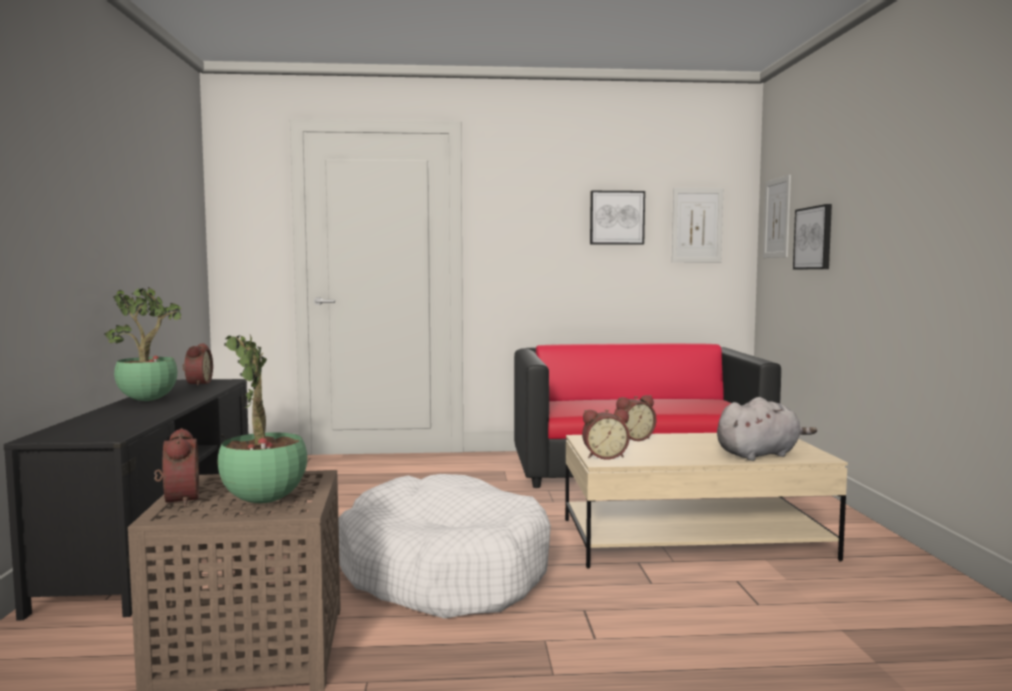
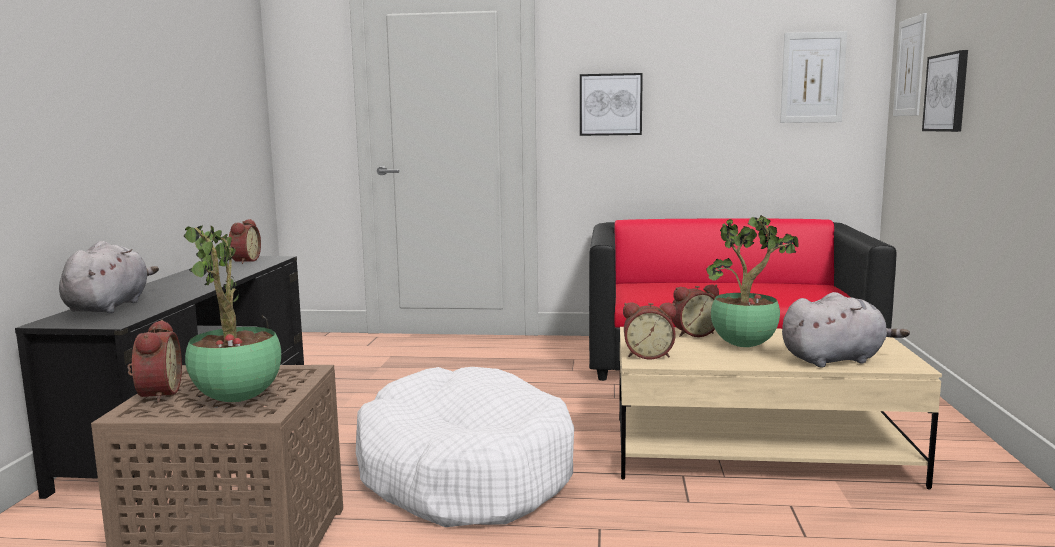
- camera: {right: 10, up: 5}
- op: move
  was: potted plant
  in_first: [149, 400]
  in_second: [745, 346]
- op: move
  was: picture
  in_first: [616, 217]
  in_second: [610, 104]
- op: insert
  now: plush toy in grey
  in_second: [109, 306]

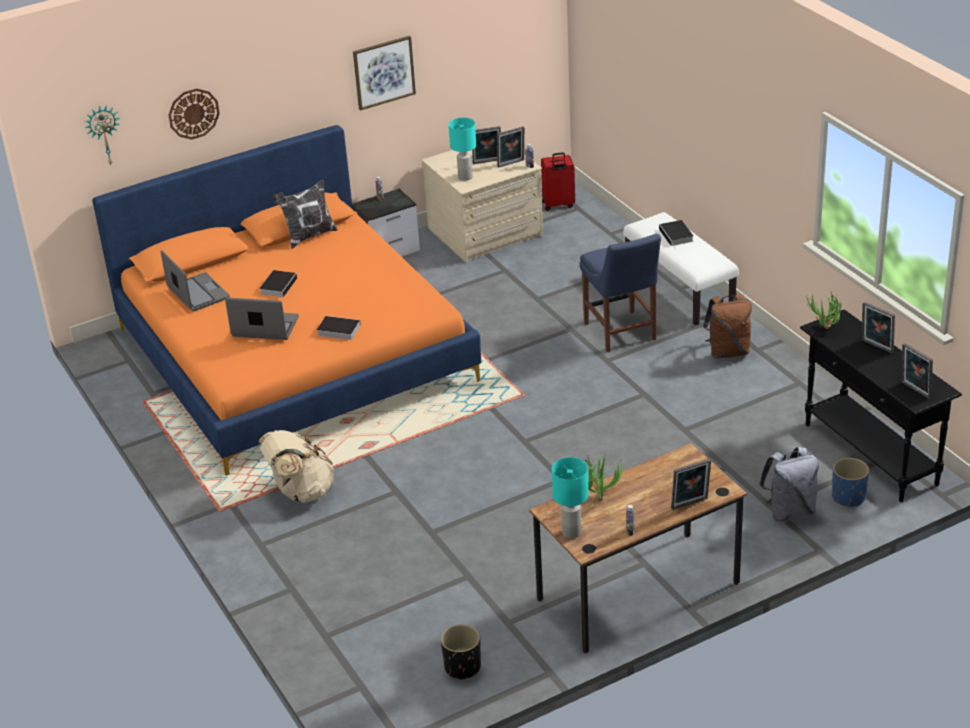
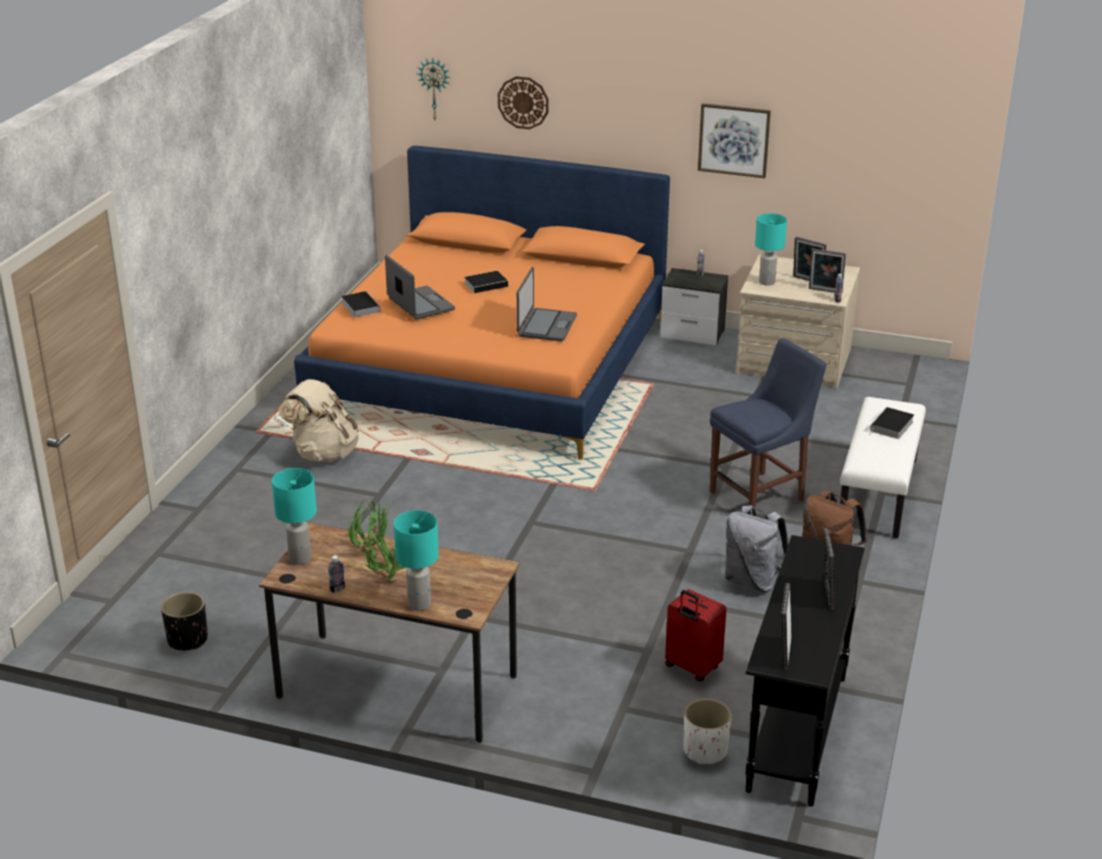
- camera: {right: 45, up: -5}
- op: move
  was: laptop
  in_first: [197, 294]
  in_second: [546, 326]
- op: delete
  was: pillow
  in_first: [308, 236]
- op: move
  was: book
  in_first: [337, 330]
  in_second: [359, 306]
- op: move
  was: suitcase in red
  in_first: [558, 205]
  in_second: [691, 668]
- op: rotate
  was: chair in blue
  in_first: [621, 333]
  in_second: [760, 495]
  clockwise: -150
- op: replace
  was: picture frame
  now: table lamp in turquoise
  in_first: [690, 504]
  in_second: [420, 604]
- op: move
  was: backpack in grey
  in_first: [789, 511]
  in_second: [752, 581]
- op: move
  was: potted plant
  in_first: [824, 330]
  in_second: [385, 582]
- op: recolor
  was: planter in blue
  now: planter in white
  in_first: [848, 497]
  in_second: [705, 751]

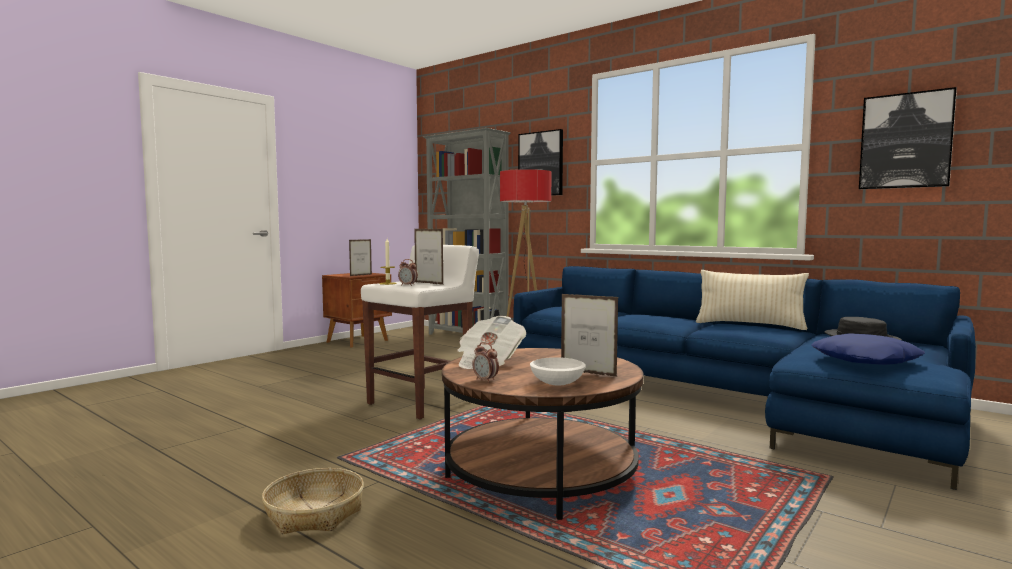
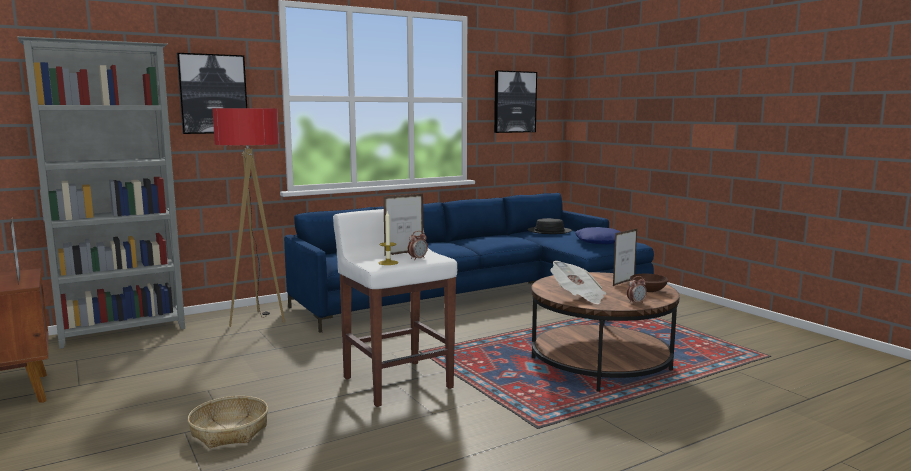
- camera: {right: -70, up: 5}
- op: move
  was: basket
  in_first: [314, 513]
  in_second: [229, 431]
- op: recolor
  was: bowl in white
  now: bowl in brown
  in_first: [557, 383]
  in_second: [647, 290]
- op: delete
  was: pillow in beige
  in_first: [750, 325]

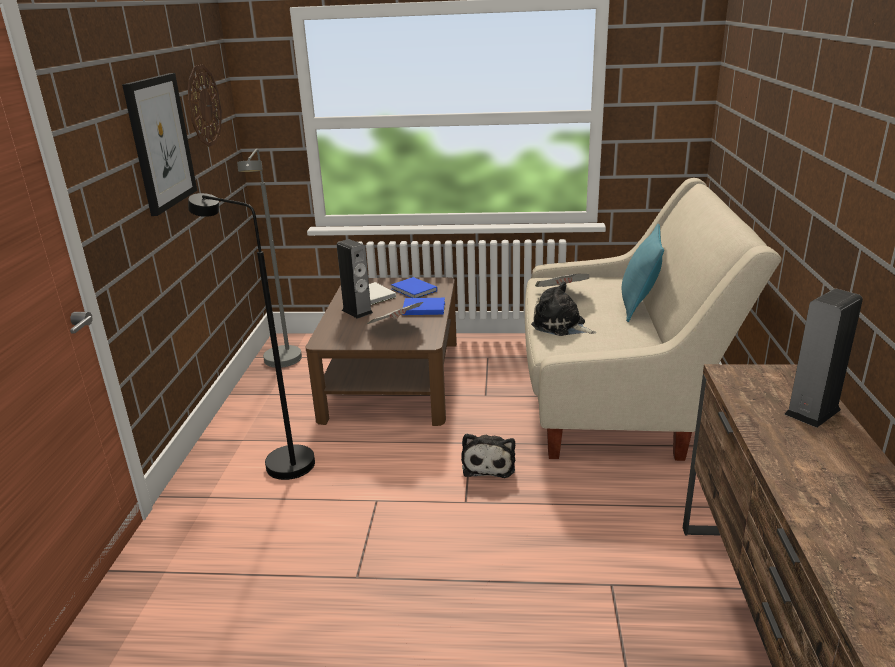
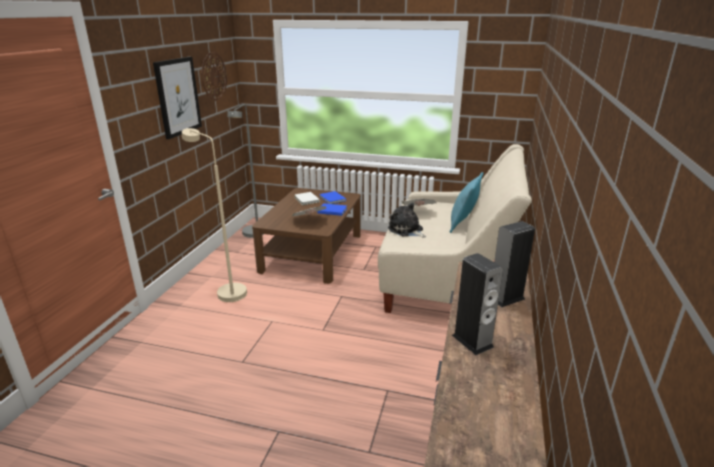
- camera: {right: 10, up: 0}
- op: recolor
  was: floor lamp in black
  now: floor lamp in beige
  in_first: [279, 461]
  in_second: [226, 291]
- op: move
  was: speaker
  in_first: [357, 311]
  in_second: [472, 341]
- op: delete
  was: plush toy
  in_first: [489, 464]

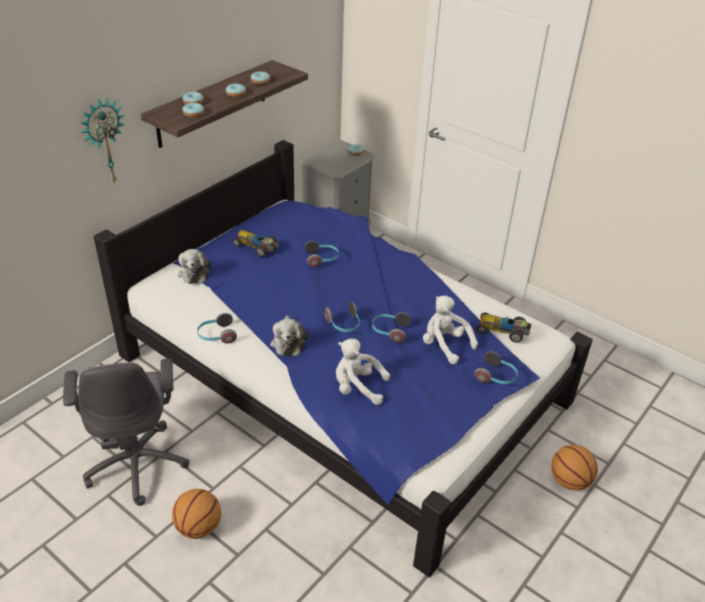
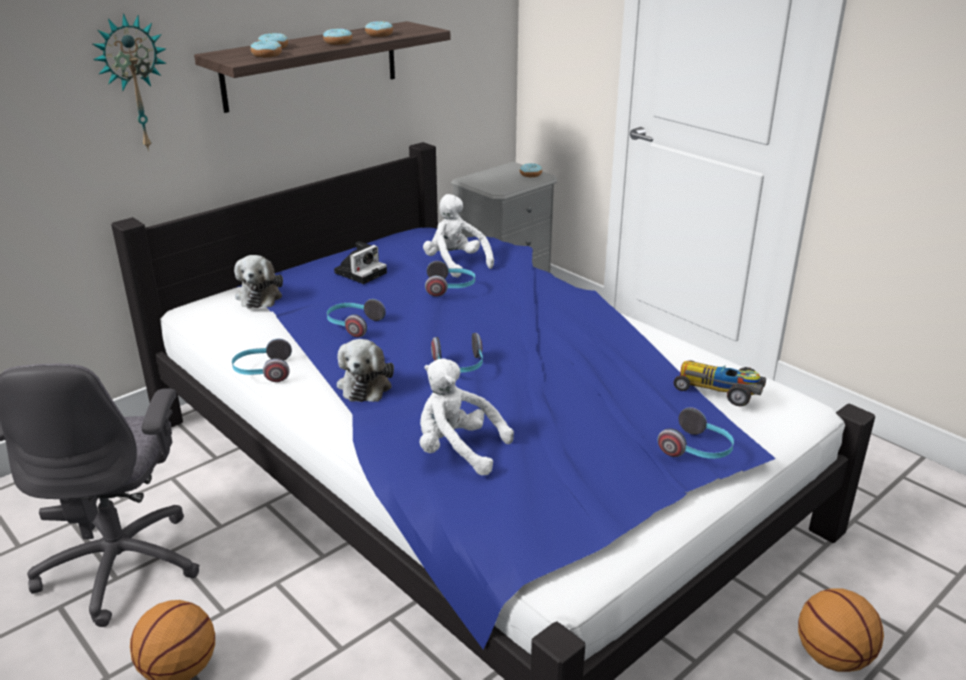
- camera: {right: 10, up: -10}
- op: replace
  was: toy car
  now: photo camera
  in_first: [257, 247]
  in_second: [361, 272]
- op: move
  was: headphones
  in_first: [389, 331]
  in_second: [353, 325]
- op: move
  was: plush toy in white
  in_first: [444, 345]
  in_second: [455, 264]

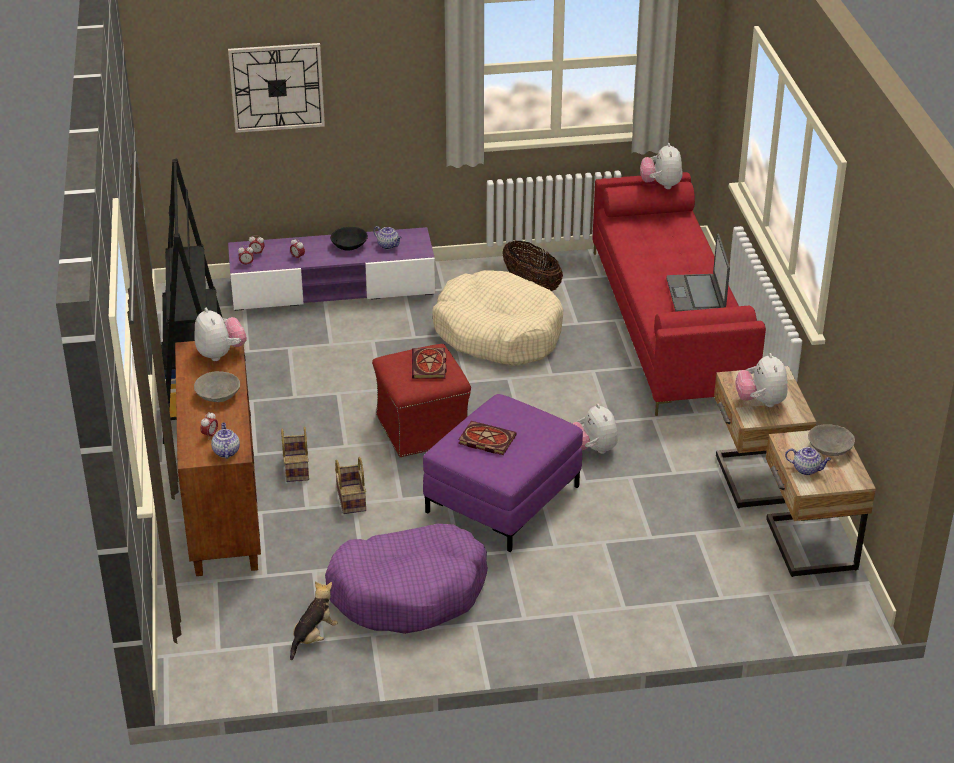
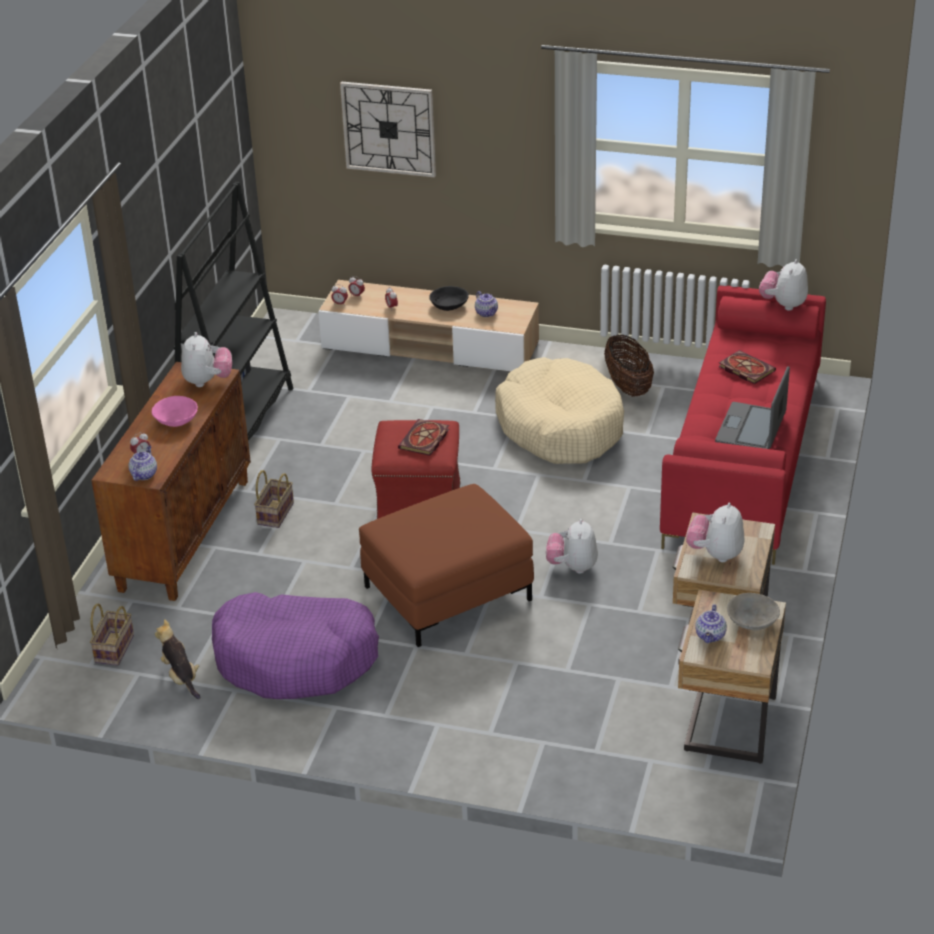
- camera: {right: 25, up: 0}
- op: recolor
  was: bowl in grey
  now: bowl in pink
  in_first: [217, 395]
  in_second: [176, 419]
- op: recolor
  was: tv stand in purple
  now: tv stand in beige
  in_first: [332, 287]
  in_second: [430, 346]
- op: rotate
  was: plush toy
  in_first: [314, 637]
  in_second: [181, 677]
  clockwise: -90
- op: move
  was: basket
  in_first: [350, 498]
  in_second: [114, 648]
- op: recolor
  was: ottoman in purple
  now: ottoman in brown
  in_first: [503, 500]
  in_second: [447, 594]
- op: move
  was: book
  in_first: [485, 440]
  in_second: [745, 369]
- op: rotate
  was: teapot
  in_first: [807, 469]
  in_second: [710, 636]
  clockwise: 60

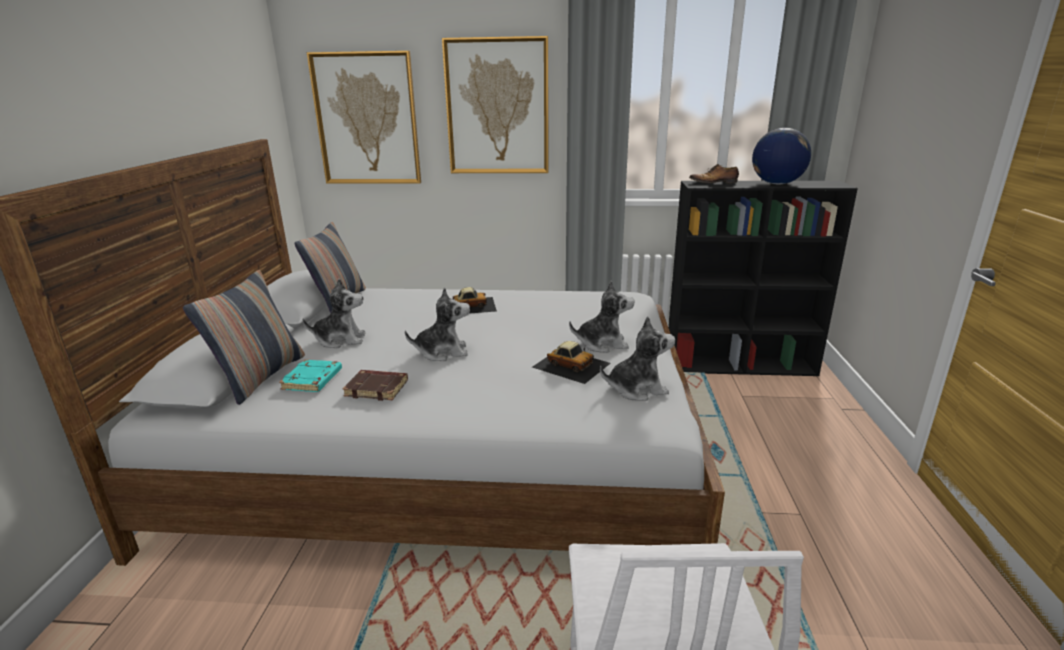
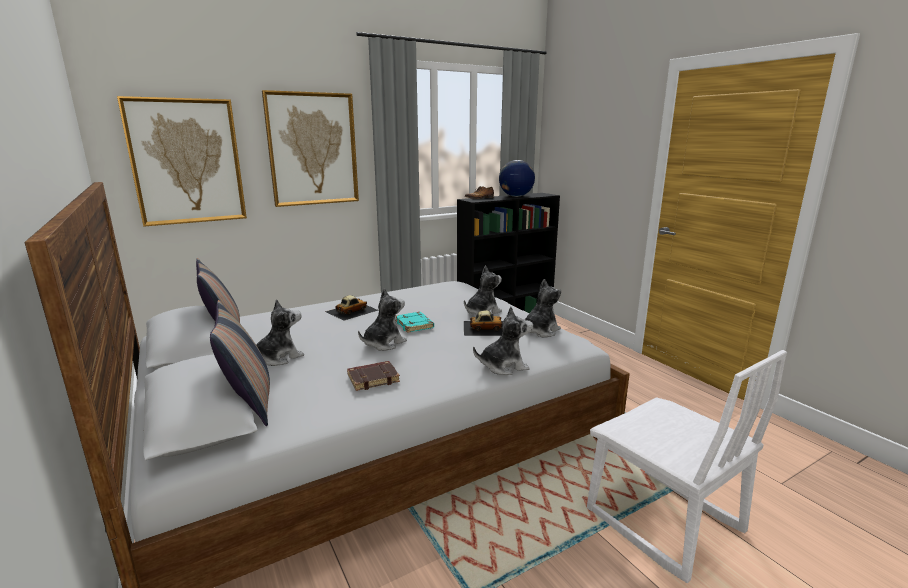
- camera: {right: -35, up: -5}
- op: move
  was: book in turquoise
  in_first: [313, 380]
  in_second: [415, 325]
- op: insert
  now: plush toy
  in_second: [503, 366]

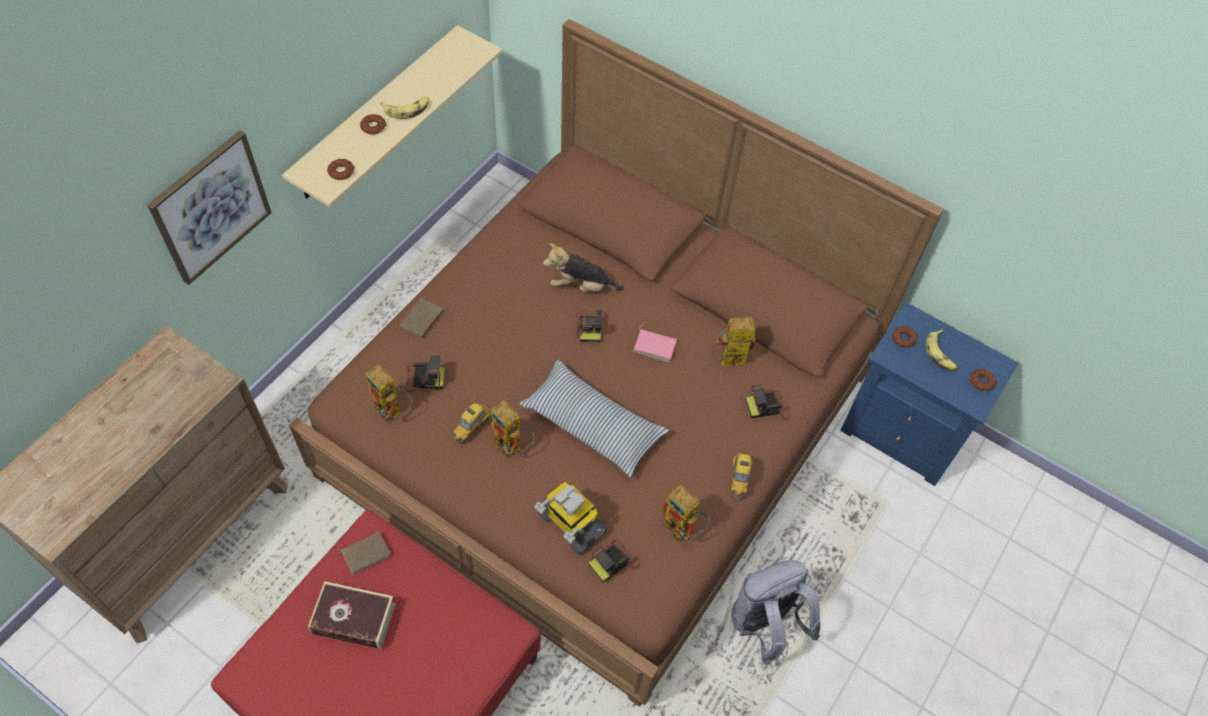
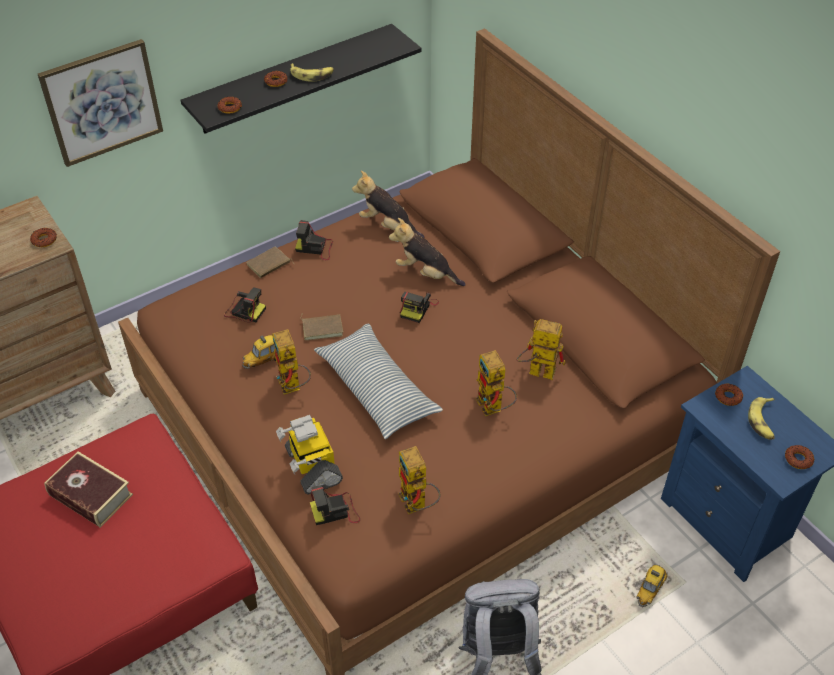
- camera: {right: 25, up: -10}
- op: recolor
  was: shelf in beige
  now: shelf in black
  in_first: [377, 113]
  in_second: [292, 79]
- op: move
  was: book in brown
  in_first: [365, 552]
  in_second: [322, 328]
- op: move
  was: toy robot
  in_first: [393, 412]
  in_second: [493, 408]
- op: delete
  was: book in pink
  in_first: [655, 345]
- op: move
  was: toy car
  in_first: [739, 478]
  in_second: [650, 589]
- op: move
  was: photo camera
  in_first: [767, 407]
  in_second: [315, 248]
- op: insert
  now: donut
  in_second: [44, 240]
- op: insert
  now: plush toy
  in_second: [387, 226]

